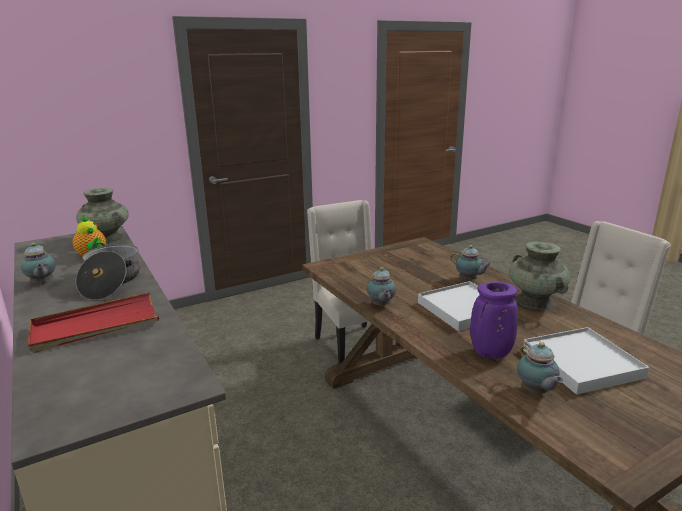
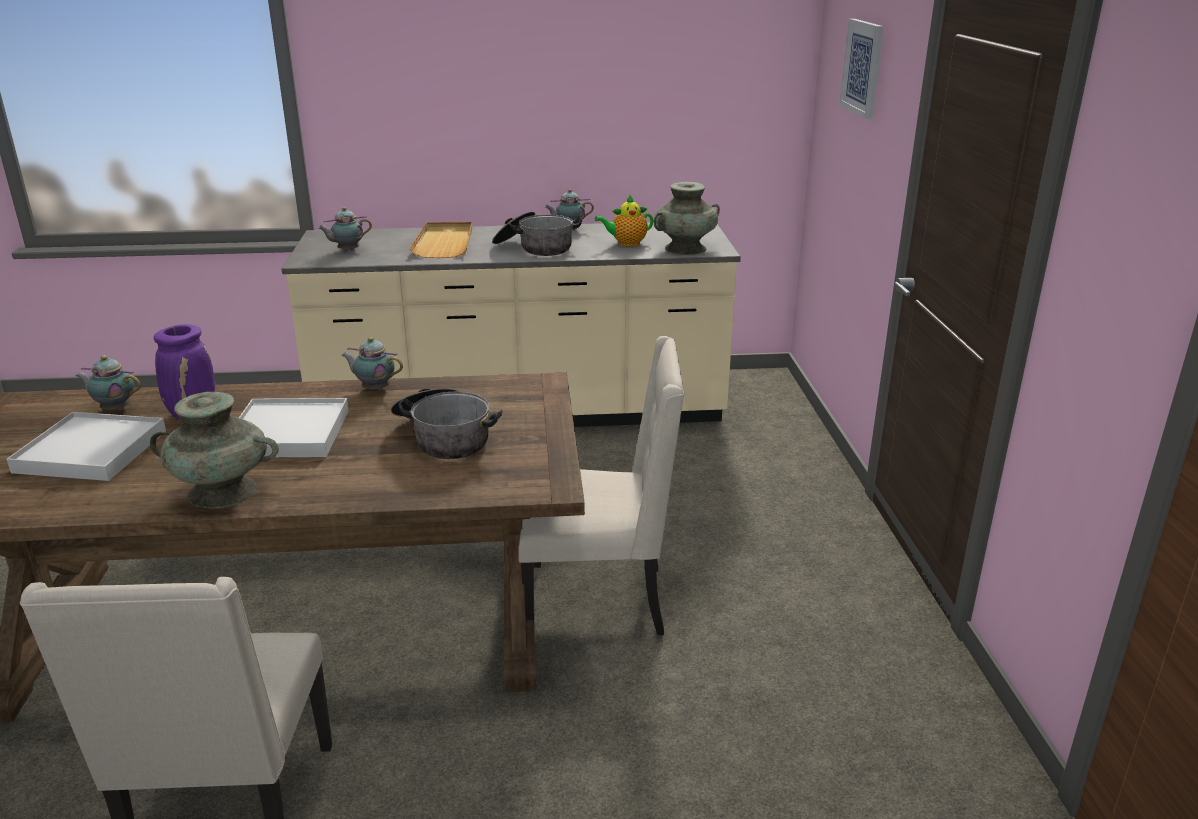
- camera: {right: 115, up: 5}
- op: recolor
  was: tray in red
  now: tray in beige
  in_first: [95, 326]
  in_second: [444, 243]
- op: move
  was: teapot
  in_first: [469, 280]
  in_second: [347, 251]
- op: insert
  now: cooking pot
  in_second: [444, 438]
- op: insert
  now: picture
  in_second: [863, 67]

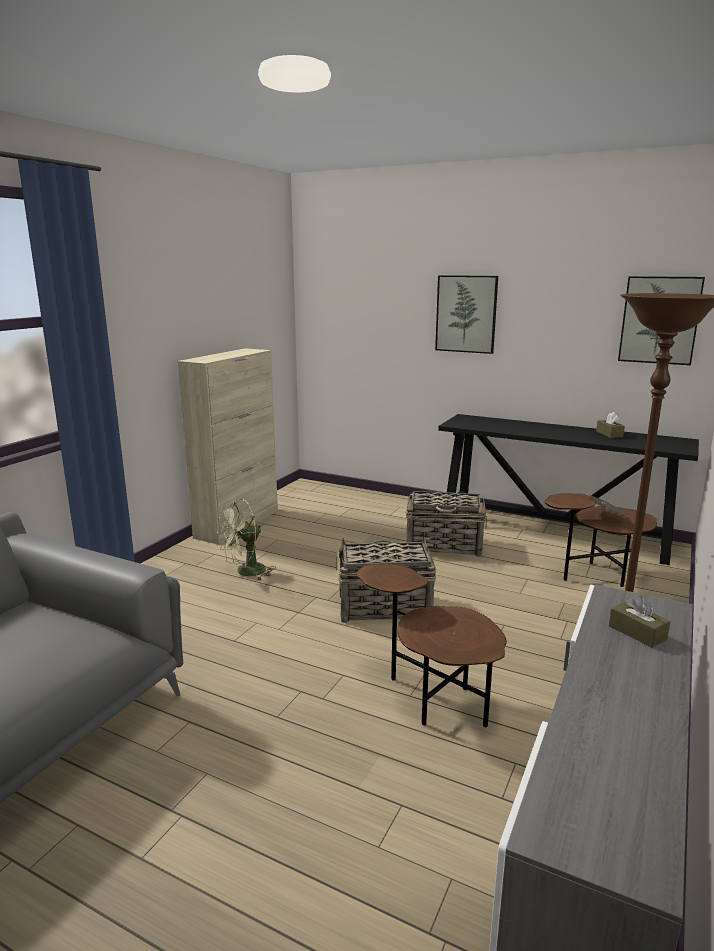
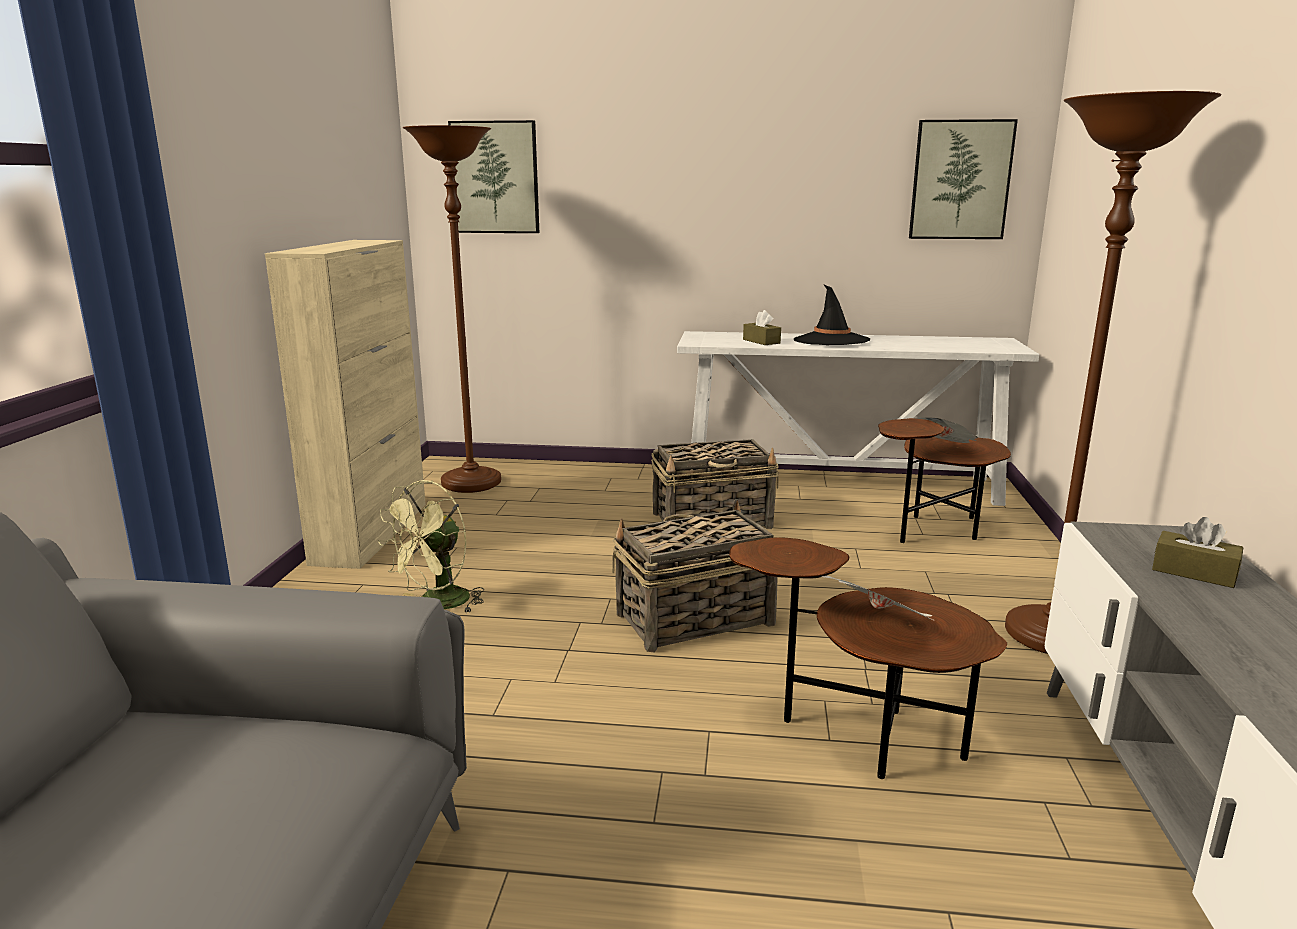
- camera: {right: -20, up: 0}
- op: move
  was: picture
  in_first: [466, 314]
  in_second: [495, 177]
- op: recolor
  was: console table in black
  now: console table in white
  in_first: [554, 532]
  in_second: [841, 485]
- op: move
  was: tissue box in brown
  in_first: [609, 434]
  in_second: [761, 341]
- op: insert
  now: floor lamp in brown
  in_second: [471, 483]
- op: insert
  now: hat in black
  in_second: [831, 341]
- op: insert
  now: newspaper
  in_second: [880, 626]

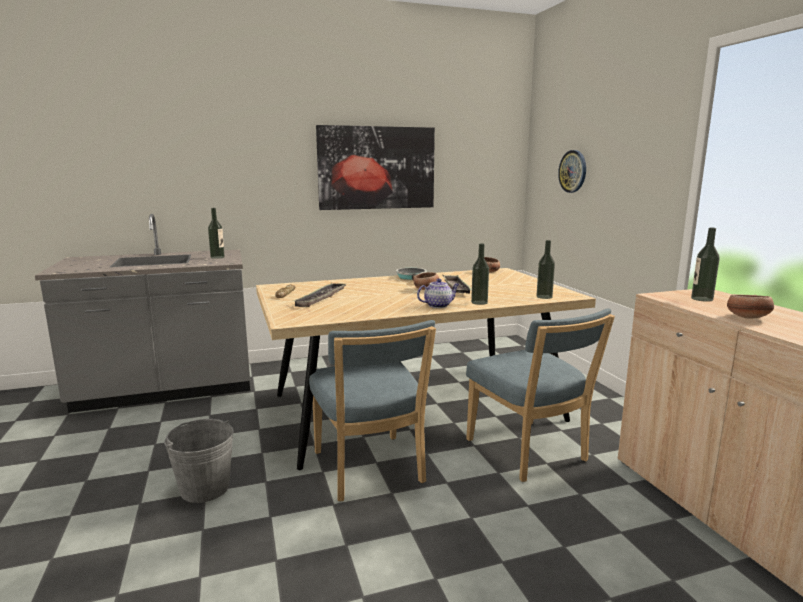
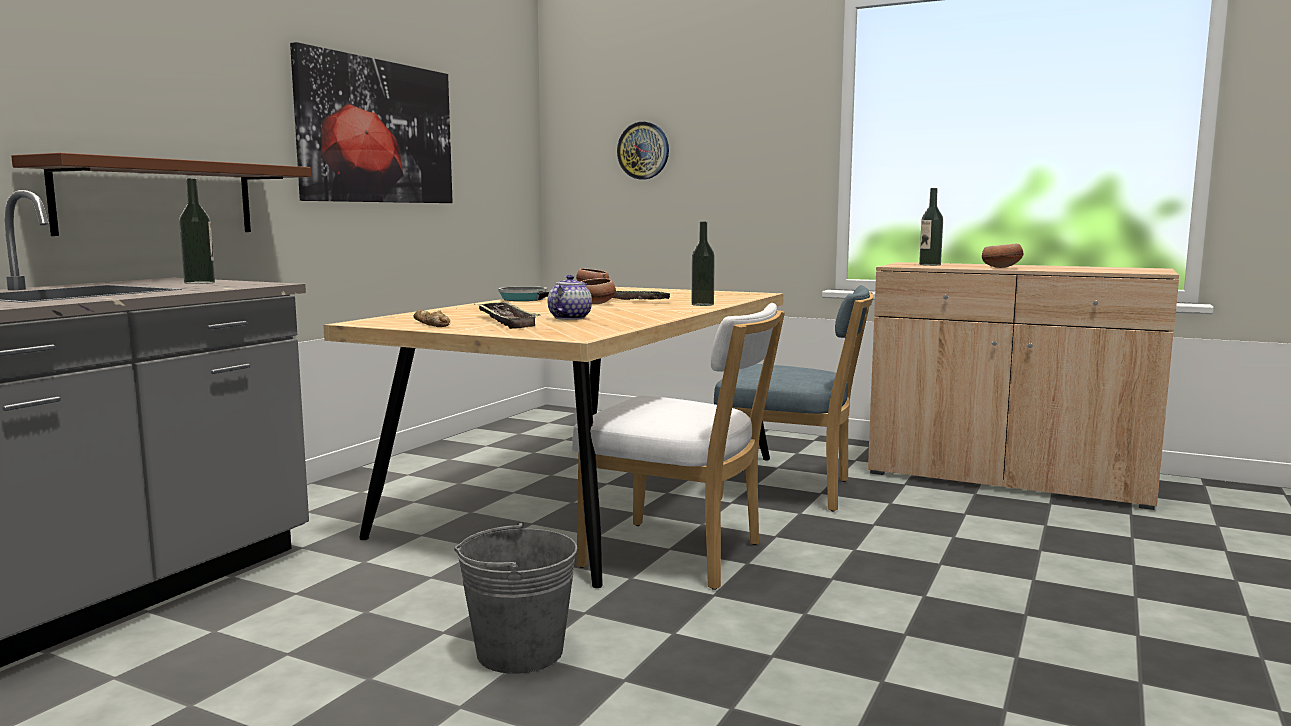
- camera: {right: -45, up: -5}
- op: recolor
  was: chair in blue
  now: chair in white
  in_first: [370, 470]
  in_second: [681, 557]
- op: move
  was: teapot
  in_first: [438, 305]
  in_second: [570, 318]
- op: delete
  was: bottle
  in_first: [544, 297]
- op: insert
  now: shelf in brown
  in_second: [157, 198]

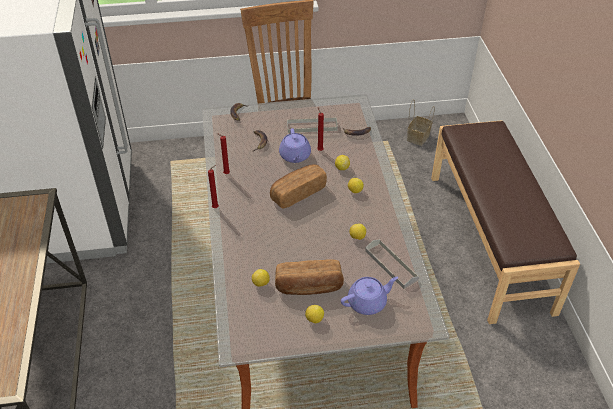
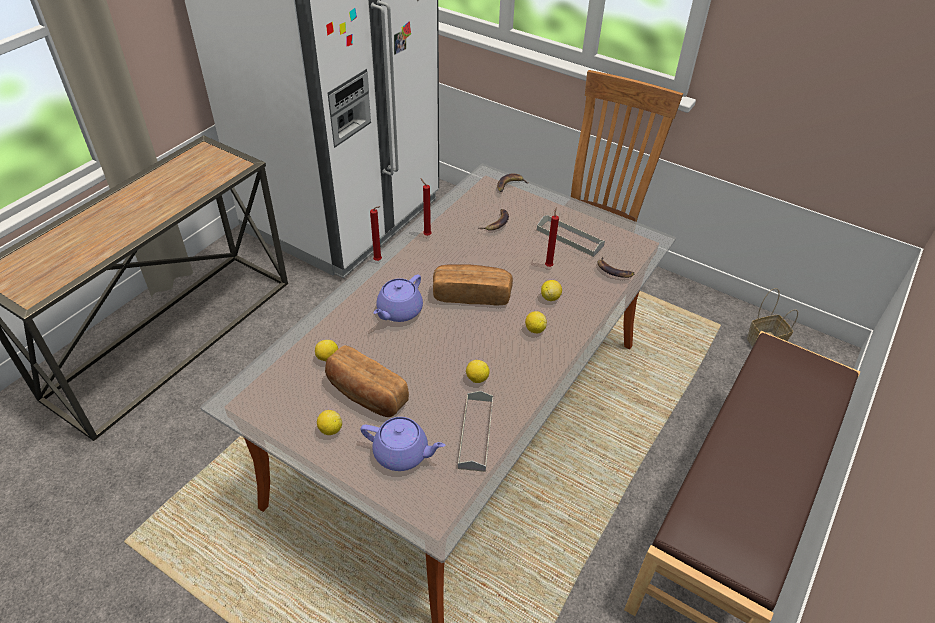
- camera: {right: 40, up: 0}
- op: move
  was: teapot in purple
  in_first: [295, 156]
  in_second: [399, 311]

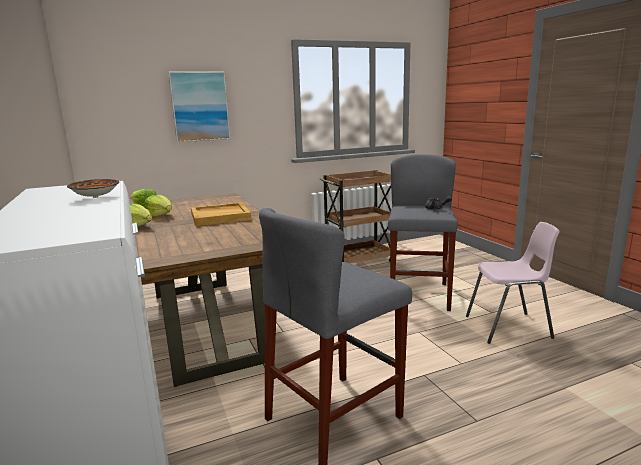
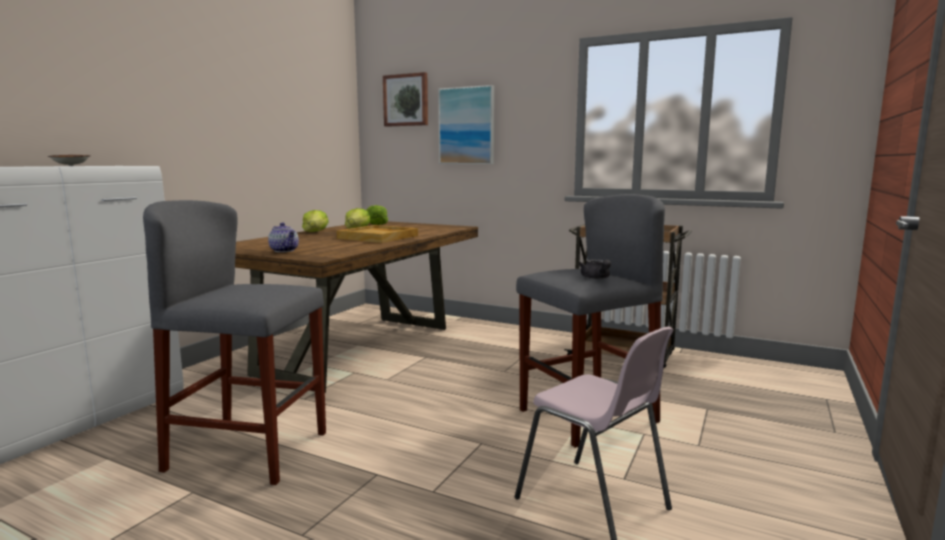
- camera: {right: 50, up: -5}
- op: insert
  now: teapot
  in_second: [285, 250]
- op: insert
  now: picture
  in_second: [406, 100]

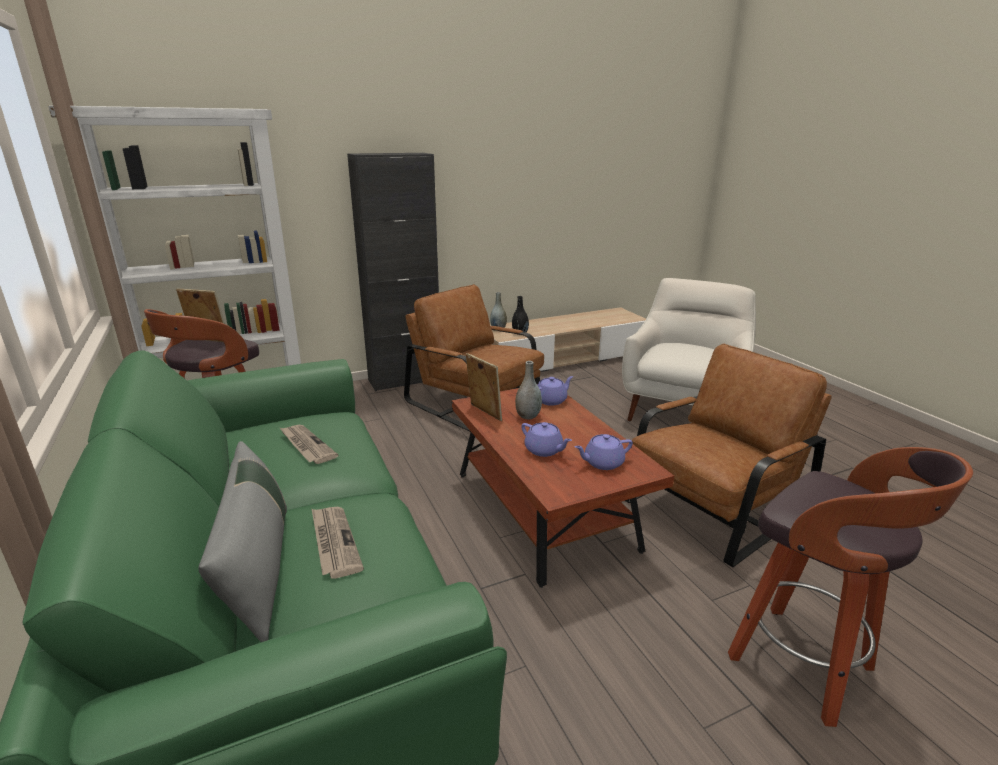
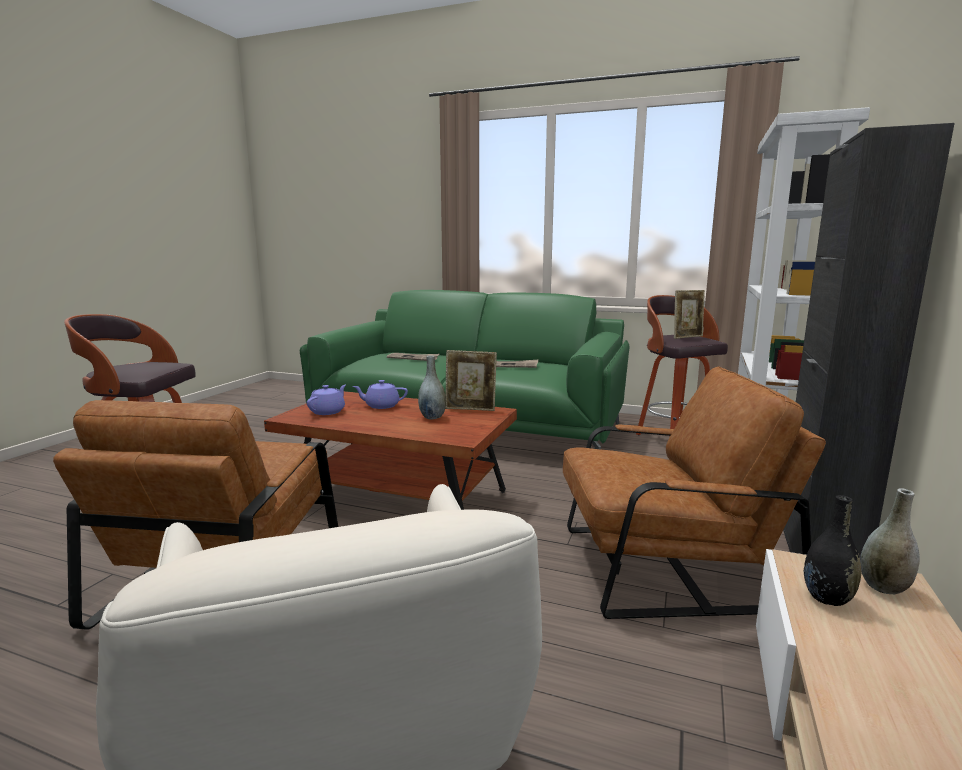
- camera: {right: 135, up: -10}
- op: delete
  was: pillow in grey
  in_first: [259, 570]
- op: delete
  was: teapot in purple
  in_first: [551, 400]

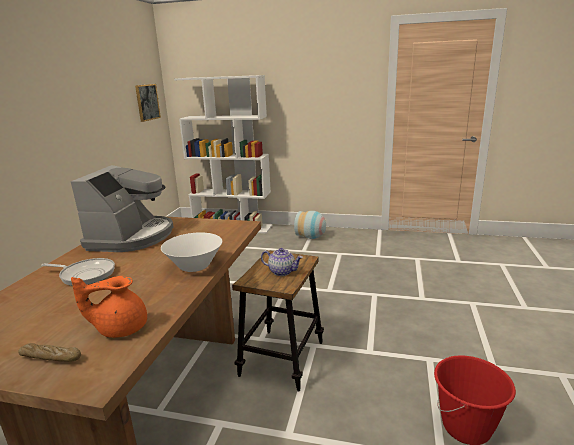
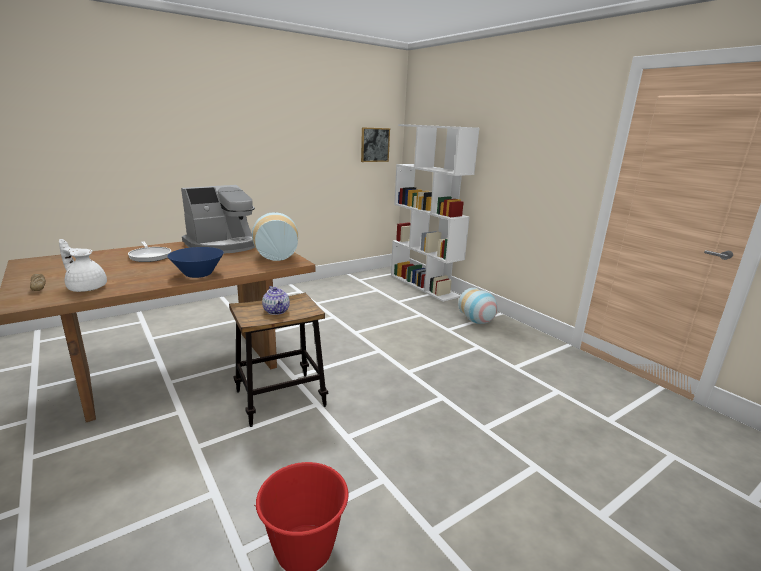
- camera: {right: 40, up: 0}
- op: recolor
  was: teapot in orange
  now: teapot in white
  in_first: [120, 328]
  in_second: [86, 287]
- op: recolor
  was: bowl in white
  now: bowl in blue
  in_first: [194, 266]
  in_second: [198, 274]
- op: insert
  now: vase
  in_second: [276, 257]

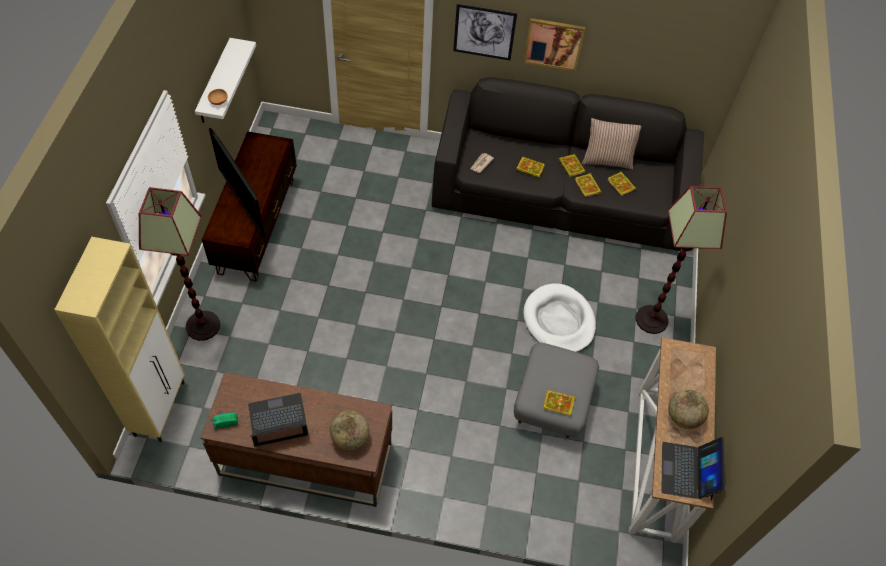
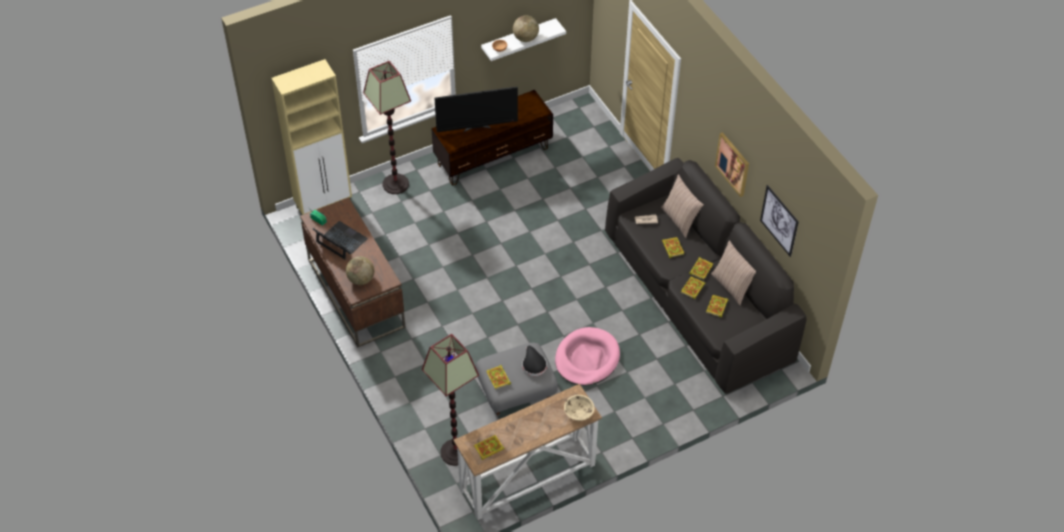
- camera: {right: 55, up: -5}
- op: rotate
  was: television
  in_first: [243, 204]
  in_second: [477, 128]
  clockwise: -120
- op: move
  was: picture
  in_first: [484, 32]
  in_second: [779, 220]
- op: recolor
  was: dog bed in white
  now: dog bed in pink
  in_first: [559, 321]
  in_second: [587, 359]
- op: move
  was: floor lamp
  in_first: [652, 320]
  in_second: [455, 452]
- op: replace
  was: laptop
  now: book
  in_first: [688, 471]
  in_second: [488, 448]
- op: move
  was: globe
  in_first: [683, 417]
  in_second: [525, 38]
- op: insert
  now: hat in black
  in_second: [533, 364]
- op: insert
  now: bowl in beige
  in_second: [578, 412]
- op: insert
  now: pillow
  in_second: [680, 219]

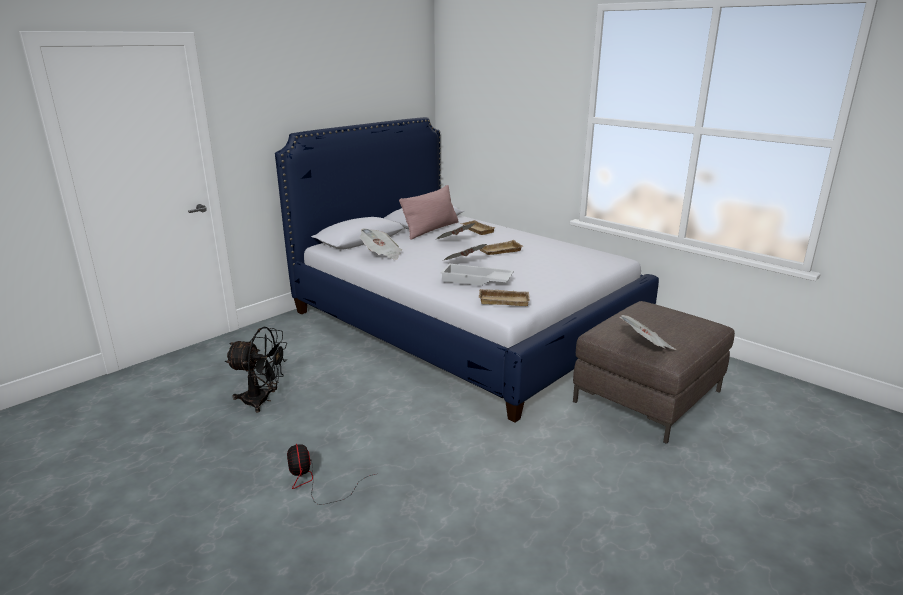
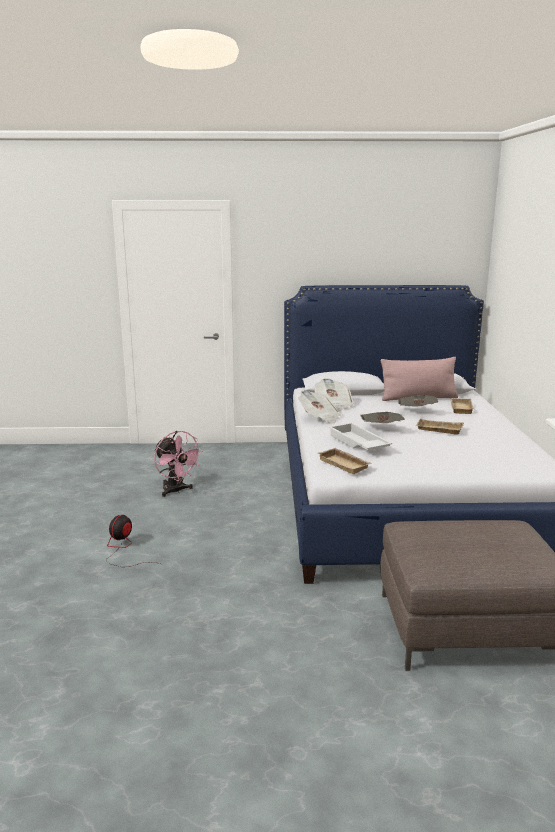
- camera: {right: 45, up: -5}
- op: recolor
  was: fan in black
  now: fan in pink
  in_first: [263, 400]
  in_second: [176, 491]
- op: move
  was: newspaper
  in_first: [645, 346]
  in_second: [319, 418]

